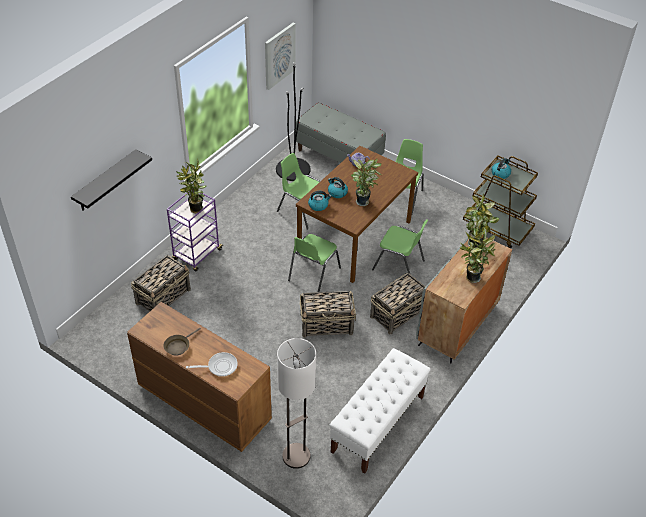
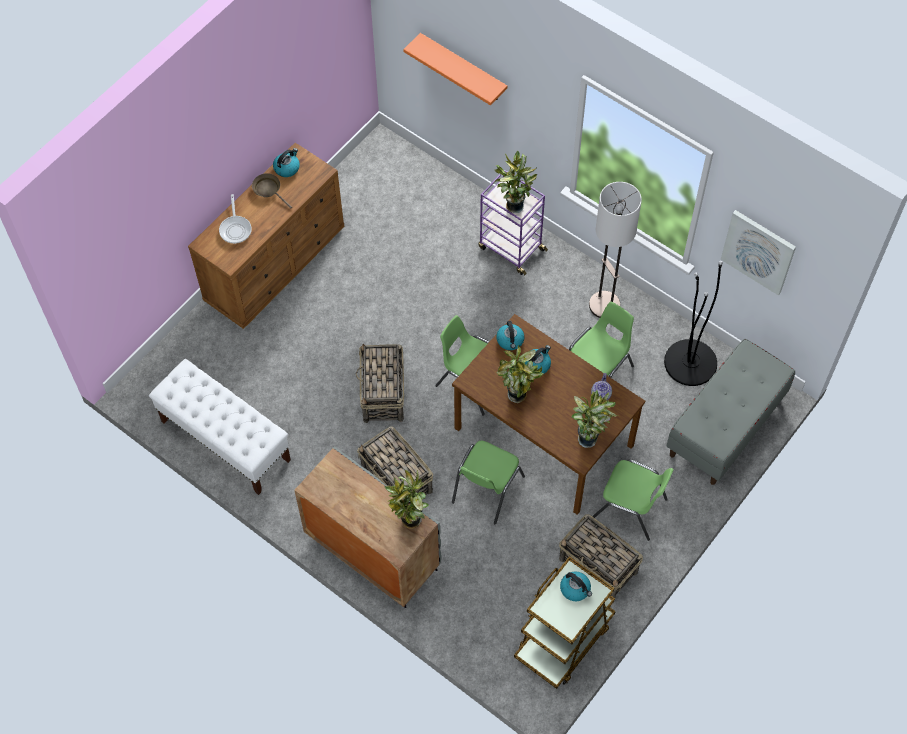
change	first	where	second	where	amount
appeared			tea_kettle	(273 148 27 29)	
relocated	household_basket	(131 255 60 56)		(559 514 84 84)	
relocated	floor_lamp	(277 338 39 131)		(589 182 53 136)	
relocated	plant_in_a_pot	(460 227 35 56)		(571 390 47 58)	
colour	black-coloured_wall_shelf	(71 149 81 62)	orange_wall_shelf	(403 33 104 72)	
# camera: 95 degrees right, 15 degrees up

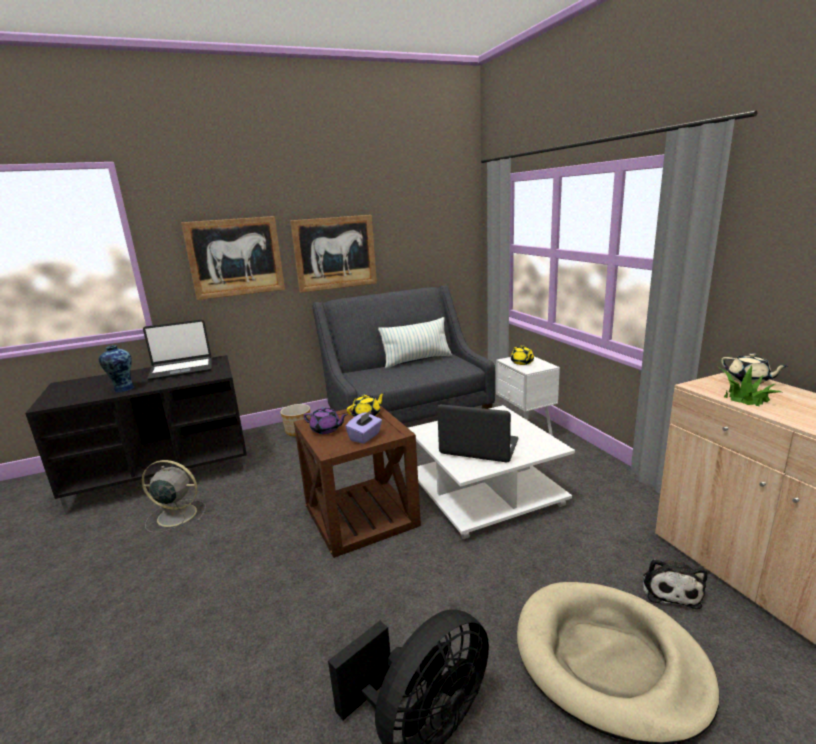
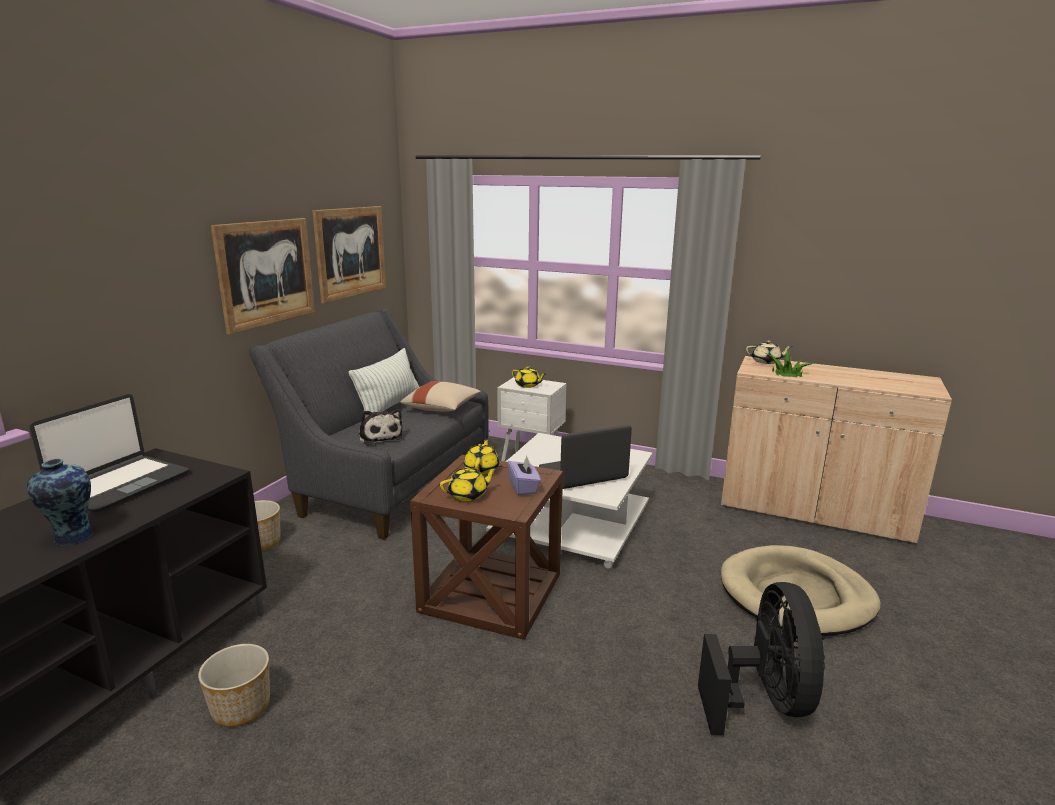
change	first	where	second	where	amount
appeared			sand-coloured_cushion	(400 381 81 31)	
relocated	wall_picture	(181 216 104 84)		(312 206 74 98)	
relocated	soft_toy	(643 558 64 51)		(358 409 45 36)	
exchanged	grey_cooling_fan	(142 460 64 73)	planter	(198 644 72 83)	
colour	purplish_pot_for_tea	(304 407 44 27)	yellowish_pot_for_tea	(440 467 57 34)	
# camera: 45 degrees left, 0 degrees up

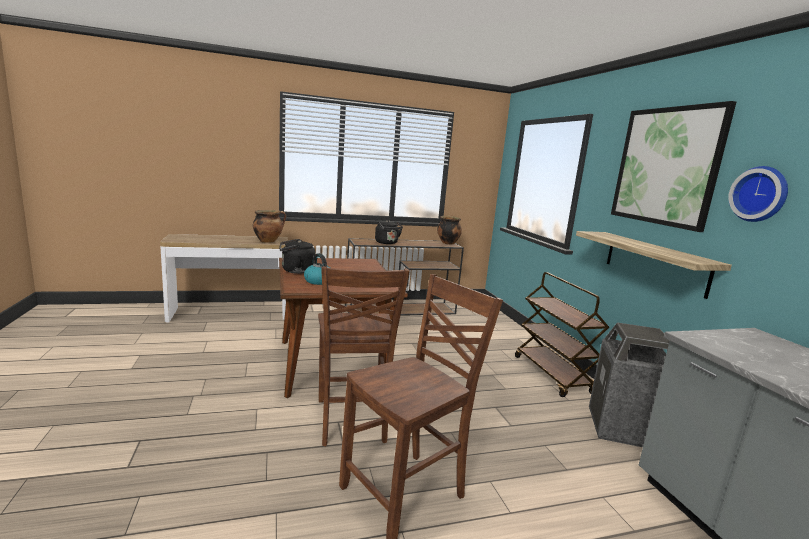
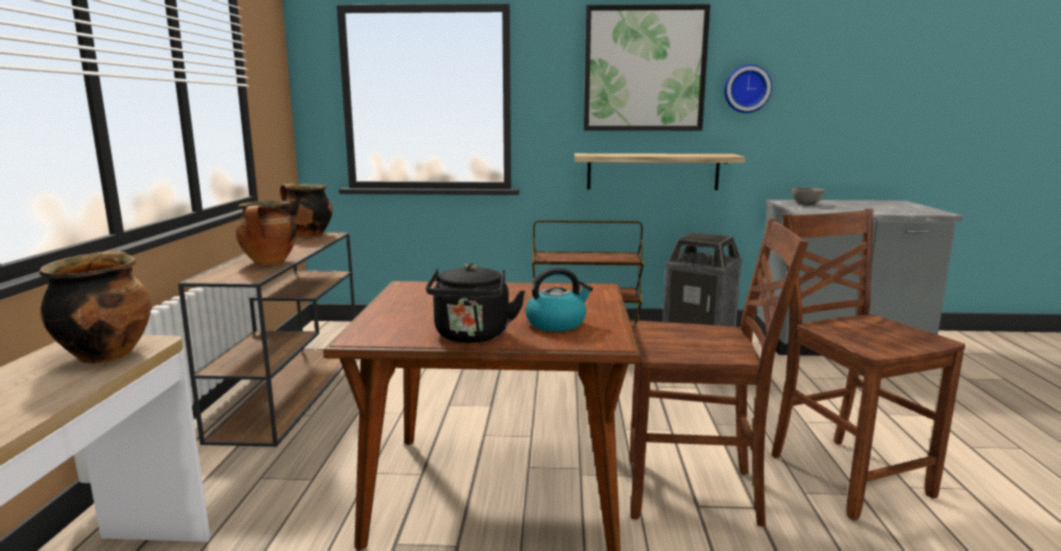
change	first	where	second	where	amount
appeared			grey_serving_bowl	(792 188 33 17)	
exchanged	black-coloured_tea_kettle	(375 220 28 24)	saucepot	(236 201 61 64)	
# camera: 70 degrees left, 0 degrees up

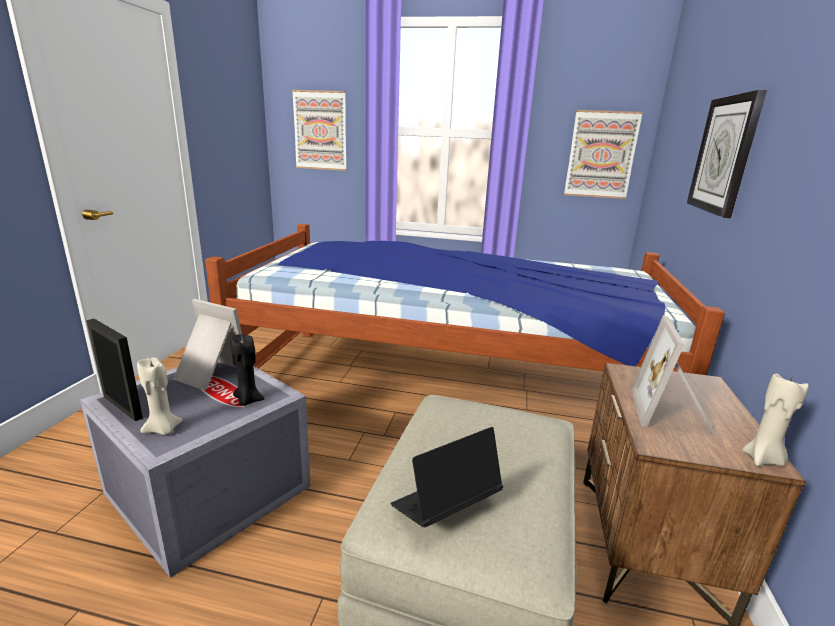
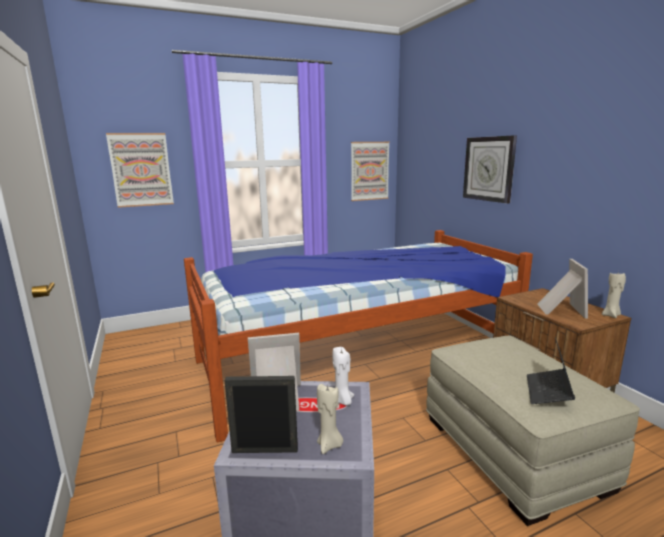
change	first	where	second	where	amount
colour	black-coloured_wax_candle	(231 334 33 72)	white_wax_candle	(332 347 22 58)	
spun	photo_frame	(631 315 85 120)		(537 259 51 59)	150 degrees counterclockwise
# camera: 35 degrees left, 5 degrees down

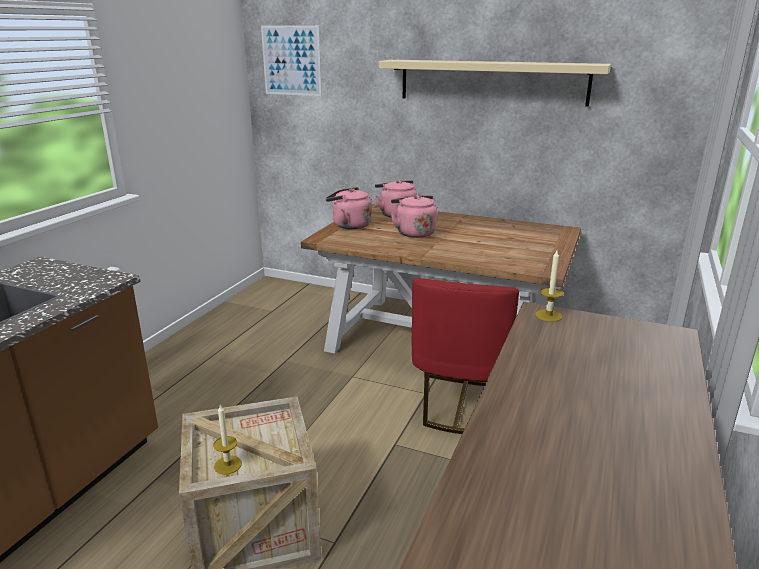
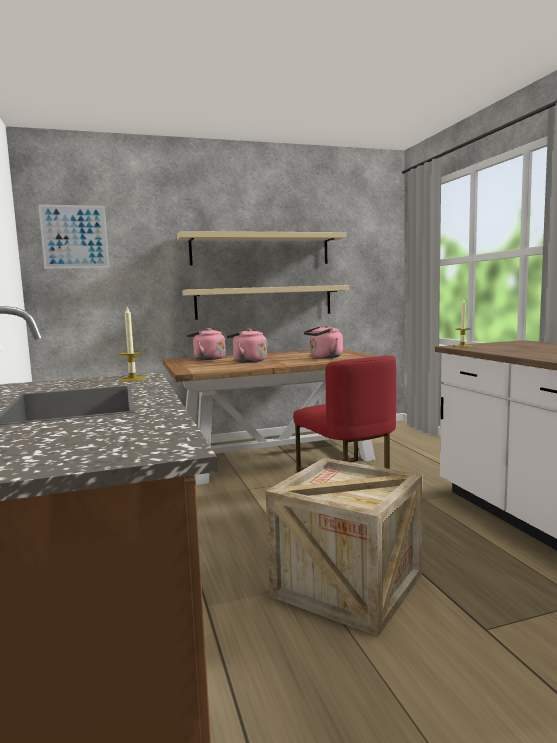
change	first	where	second	where	amount
appeared			sand-coloured_wall_shelf	(182 285 167 35)	
relocated	wax_candle	(213 405 29 70)		(119 307 28 75)	
relocated	pinkish_tea_kettle	(325 187 47 42)		(304 325 39 33)	
# camera: 40 degrees left, 15 degrees down

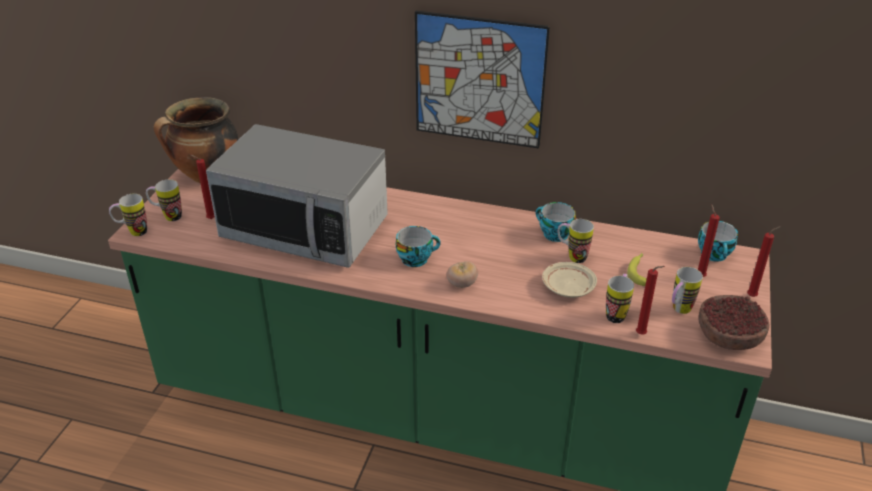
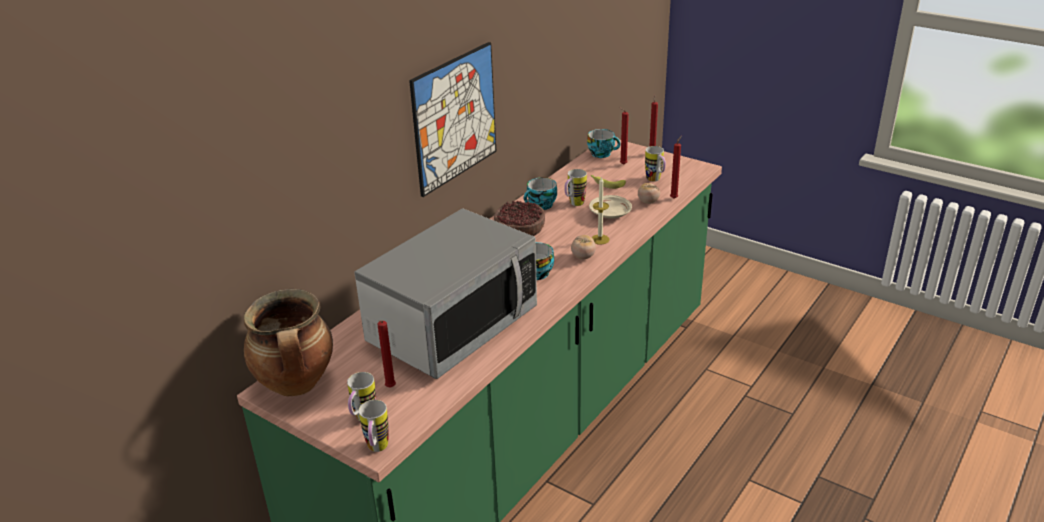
change	first	where	second	where	amount
appeared			wax_candle	(591 176 19 69)	
relocated	serving_bowl	(698 295 71 55)		(494 201 51 35)	
exchanged	mug	(606 274 28 49)	fresh_tomato	(638 183 22 21)	
# camera: 70 degrees left, 5 degrees down

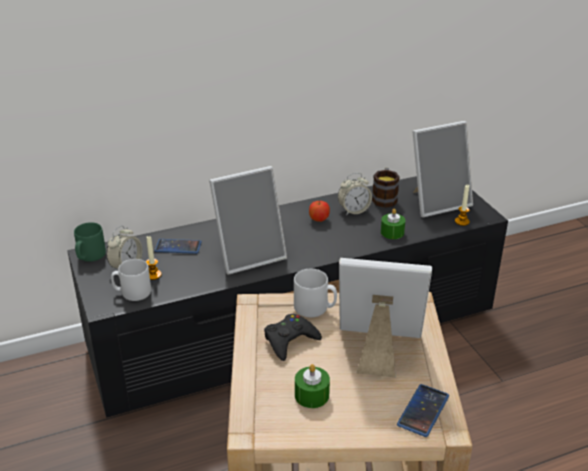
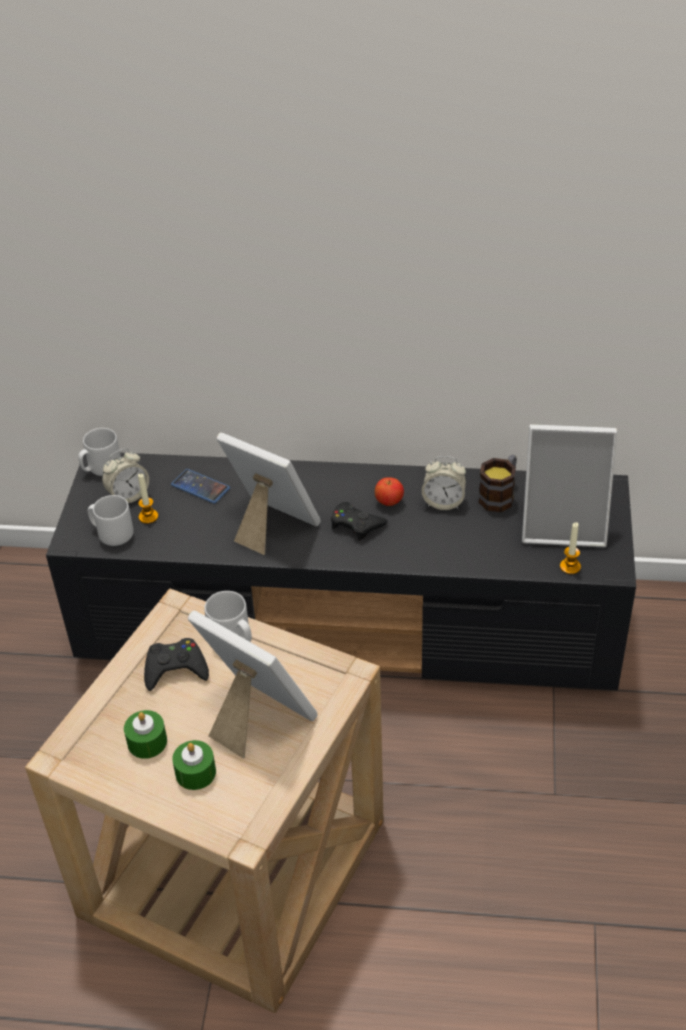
change	first	where	second	where	amount
missing	phone	(397 384 52 53)			
appeared			black-coloured_game_controller	(331 502 57 39)	
relocated	greenish_wax_candle	(381 208 25 31)		(172 740 44 50)	
colour	greenish_mug	(74 222 32 40)	grey_mug	(78 428 43 48)	
spun	photo_frame	(209 166 78 109)		(216 432 105 123)	150 degrees counterclockwise
# camera: 30 degrees right, 10 degrees up

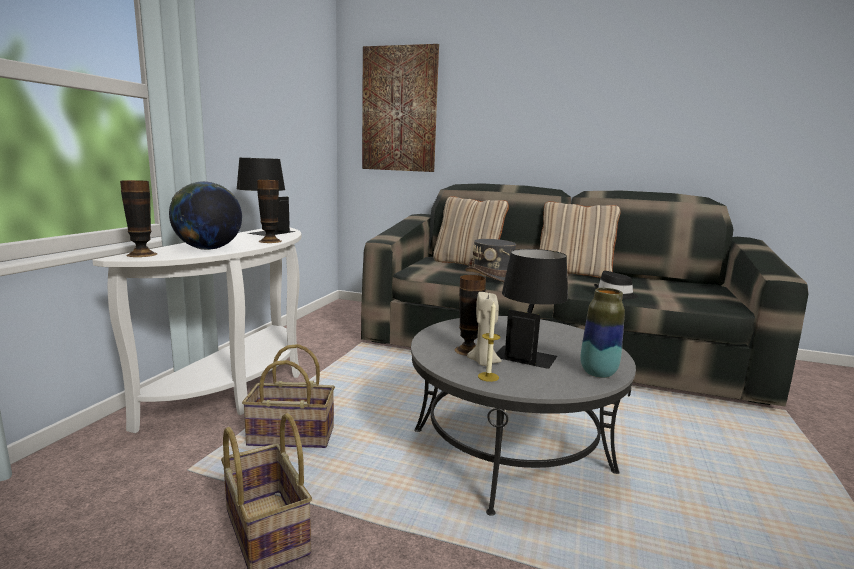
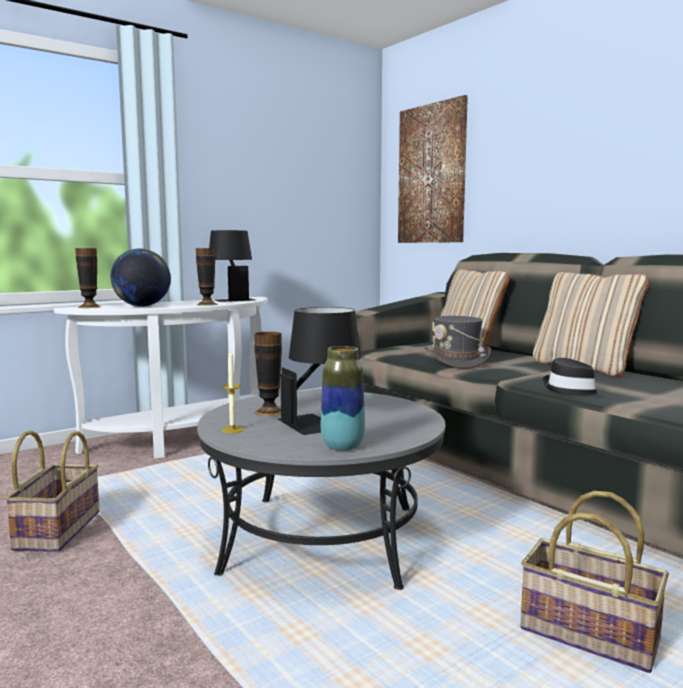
change	first	where	second	where	amount
missing	sand-coloured_wax_candle	(467 292 35 74)			
relocated	household_basket	(242 344 93 104)		(520 491 149 182)	
# camera: 35 degrees right, 5 degrees down

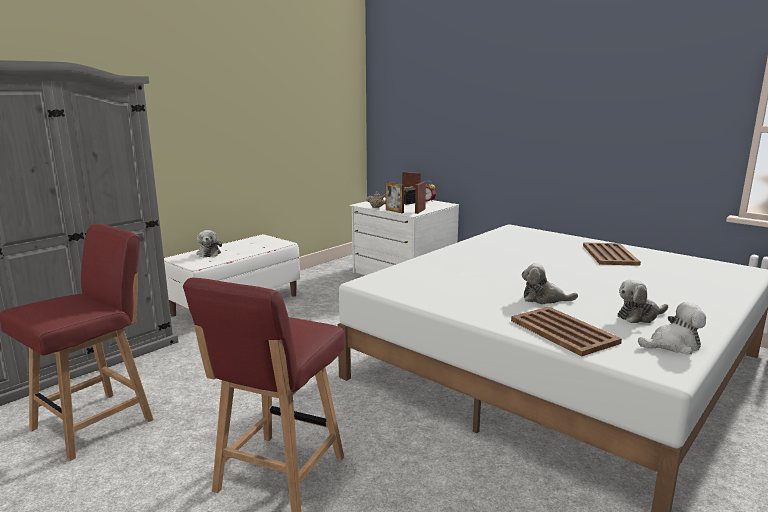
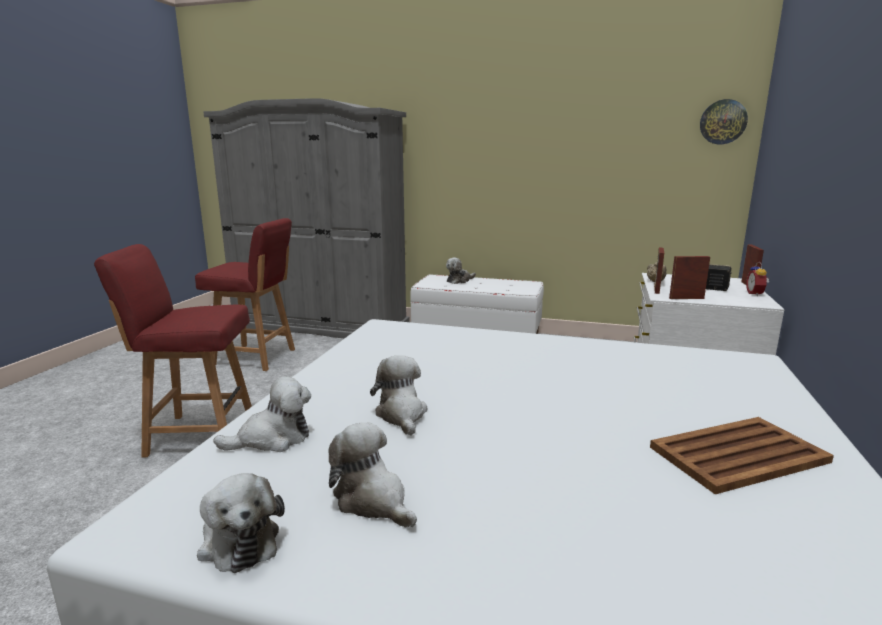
change	first	where	second	where	amount
appeared			hanging_clock	(700 99 48 45)	
exchanged	brown_tray	(511 307 111 49)	soft_toy	(213 376 98 76)	
# camera: 65 degrees right, 0 degrees up

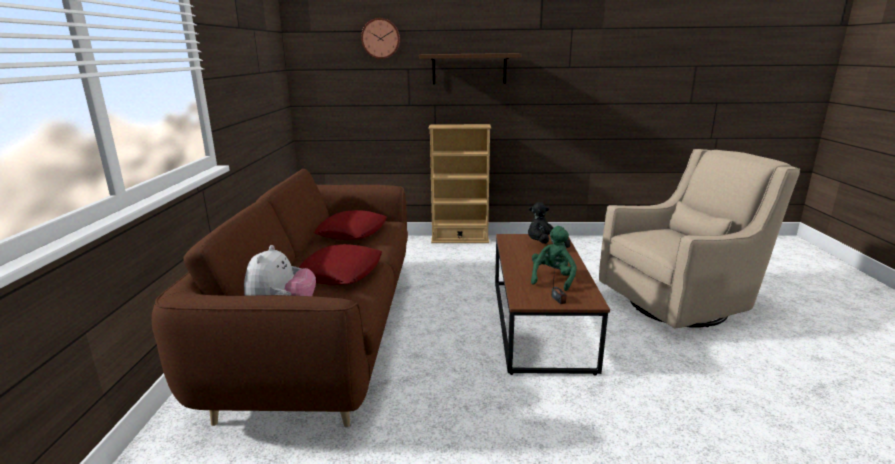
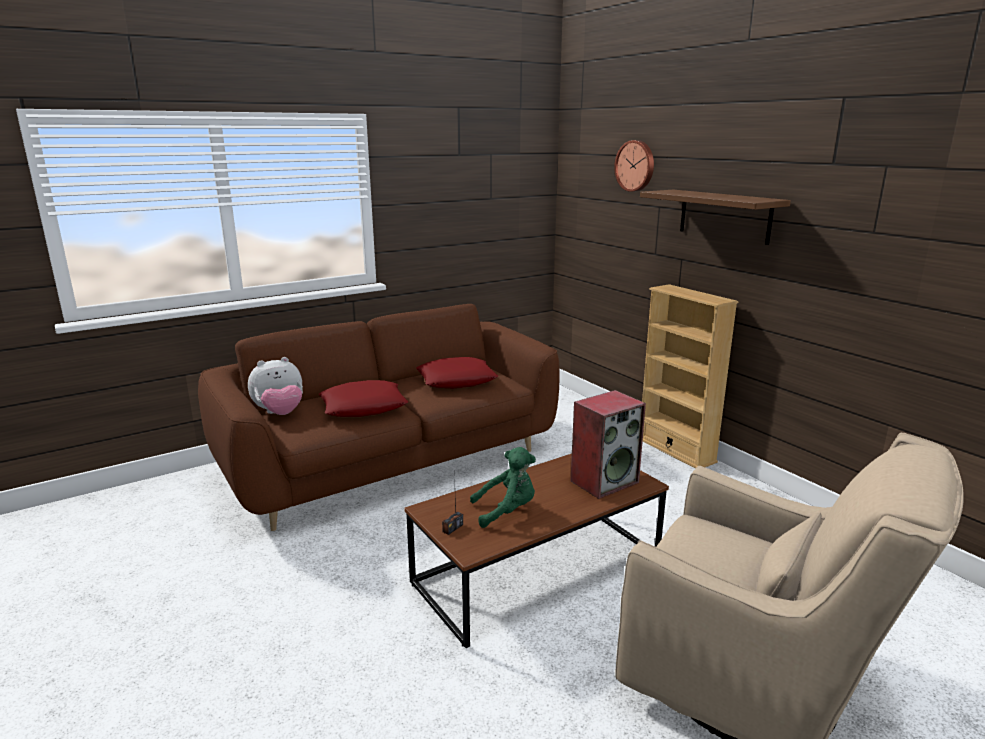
change	first	where	second	where	amount
exchanged	black-coloured_soft_toy	(528 202 42 46)	audio_speaker	(571 390 75 109)	
# camera: 55 degrees right, 0 degrees up

